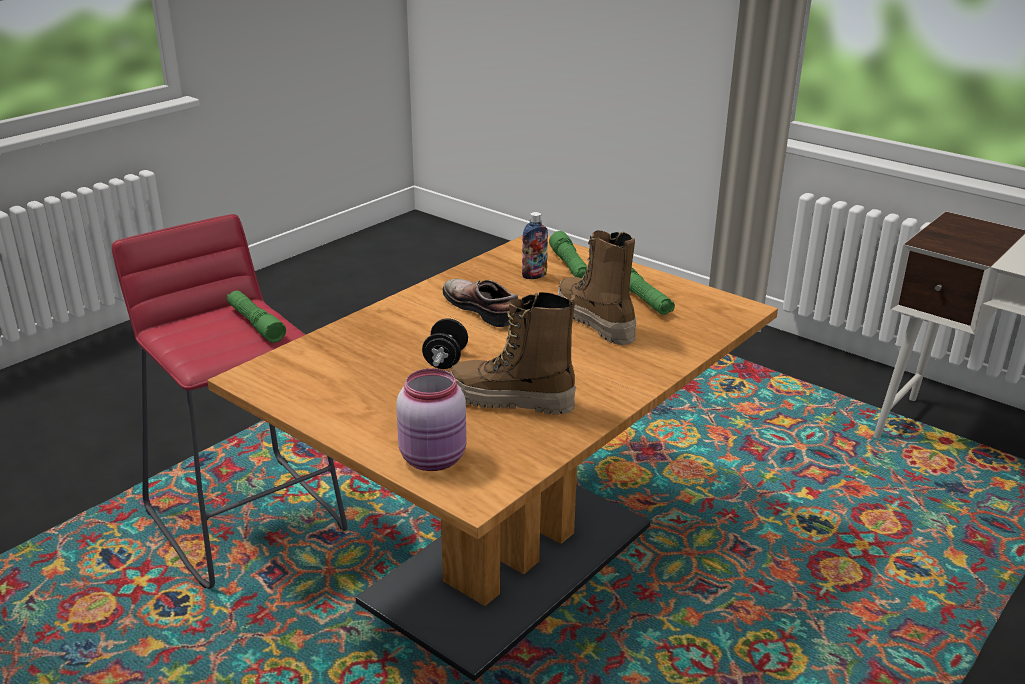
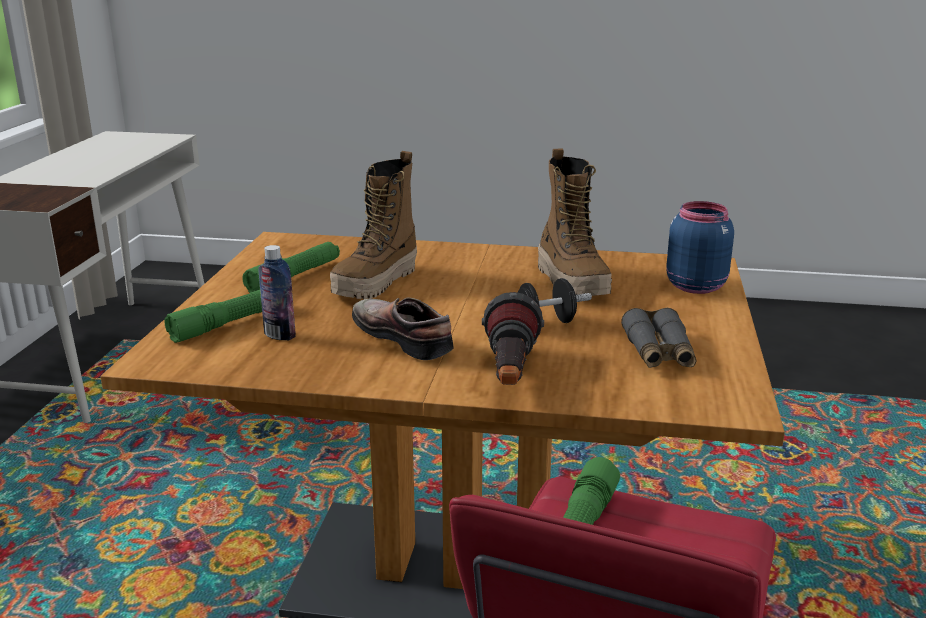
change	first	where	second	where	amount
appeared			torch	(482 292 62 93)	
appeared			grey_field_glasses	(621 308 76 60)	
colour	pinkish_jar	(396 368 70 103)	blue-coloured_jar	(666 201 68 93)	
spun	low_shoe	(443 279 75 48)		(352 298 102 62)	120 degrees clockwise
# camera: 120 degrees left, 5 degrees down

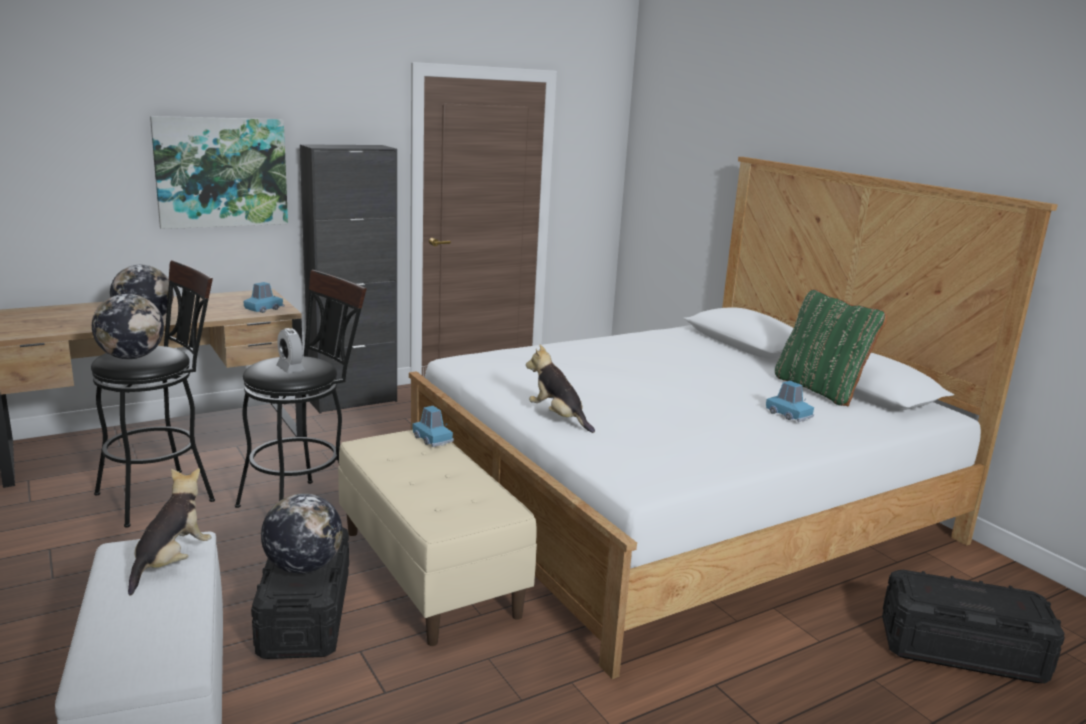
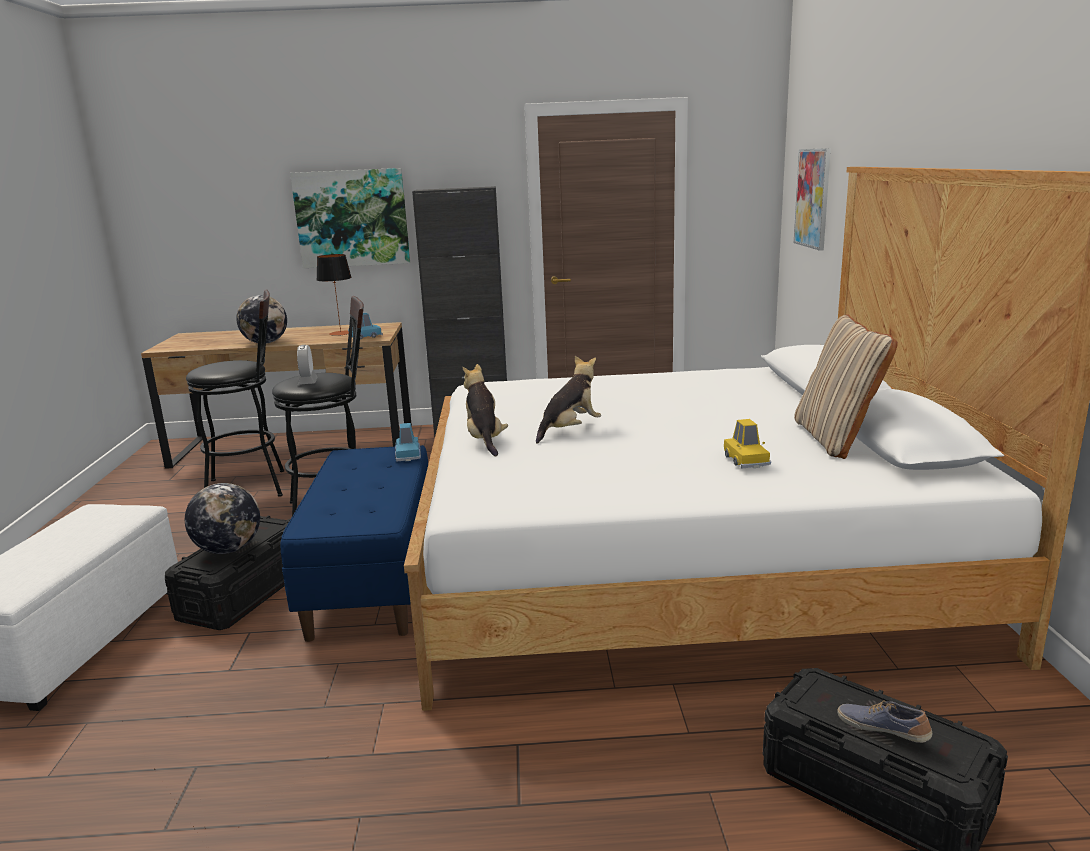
change	first	where	second	where	amount
missing	globe	(92 294 72 65)			
appeared			lamp_for_a_table	(317 254 35 82)	
appeared			wall_picture	(794 148 37 103)	
appeared			low_shoe	(838 700 95 43)	
relocated	soft_toy	(128 468 83 127)		(536 356 65 88)	
colour	sand-coloured_long_seat	(338 430 199 216)	blue-coloured_long_seat	(281 445 147 197)	
colour	blue-coloured_miniature_car	(766 381 48 41)	yellowish_miniature_car	(724 419 47 49)	
colour	greenish_cushion	(775 289 112 117)	sand-coloured_cushion	(794 314 104 145)	
# camera: 30 degrees right, 0 degrees up

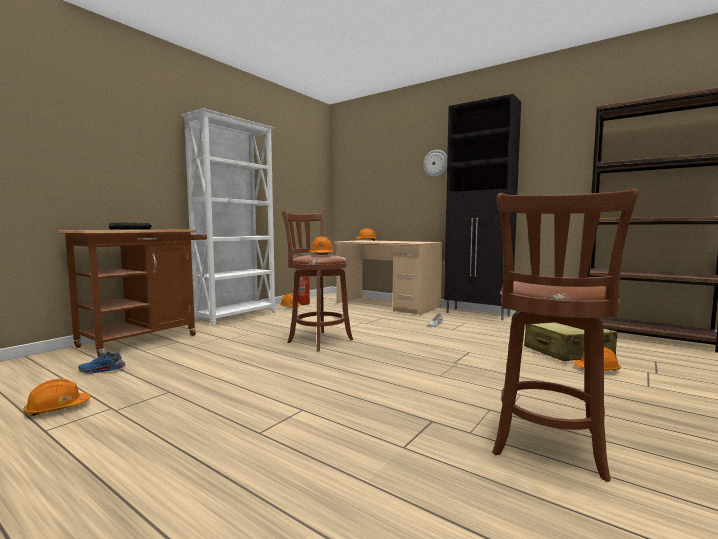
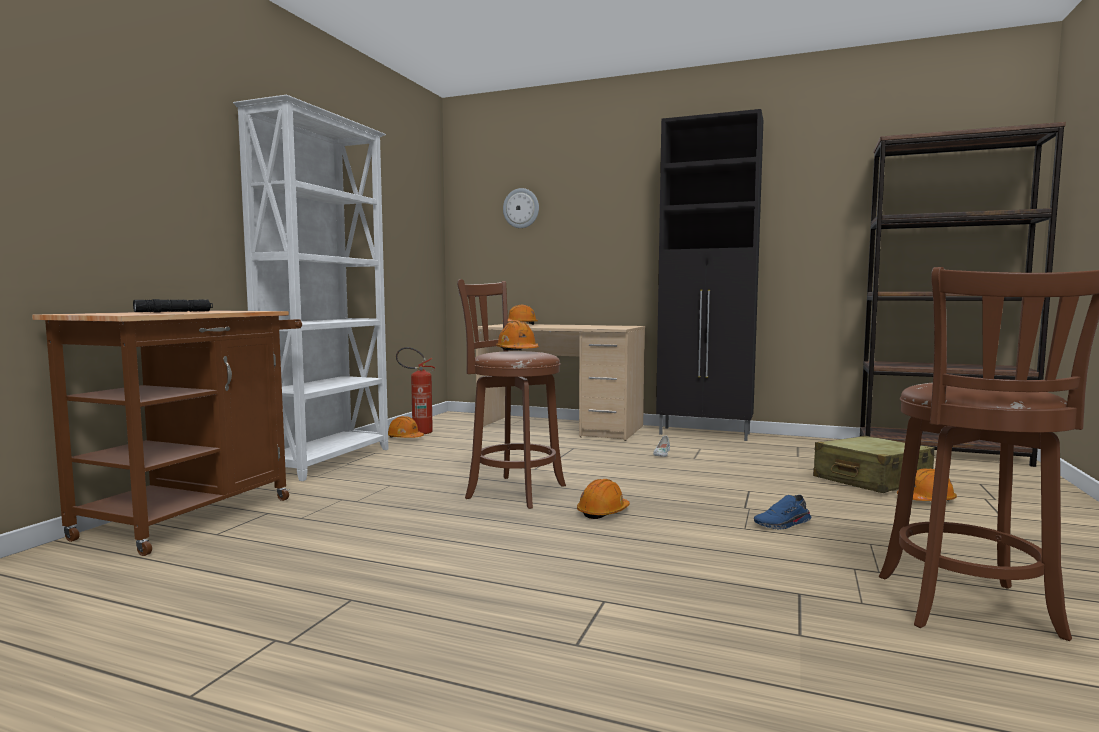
change	first	where	second	where	amount
relocated	orange_hard_hat	(23 379 68 37)		(577 479 53 40)	
relocated	blue-coloured_low_shoe	(78 352 48 22)		(754 495 57 34)	
relocated	hanging_clock	(423 150 24 27)		(503 188 36 40)	
# camera: 15 degrees left, 0 degrees up

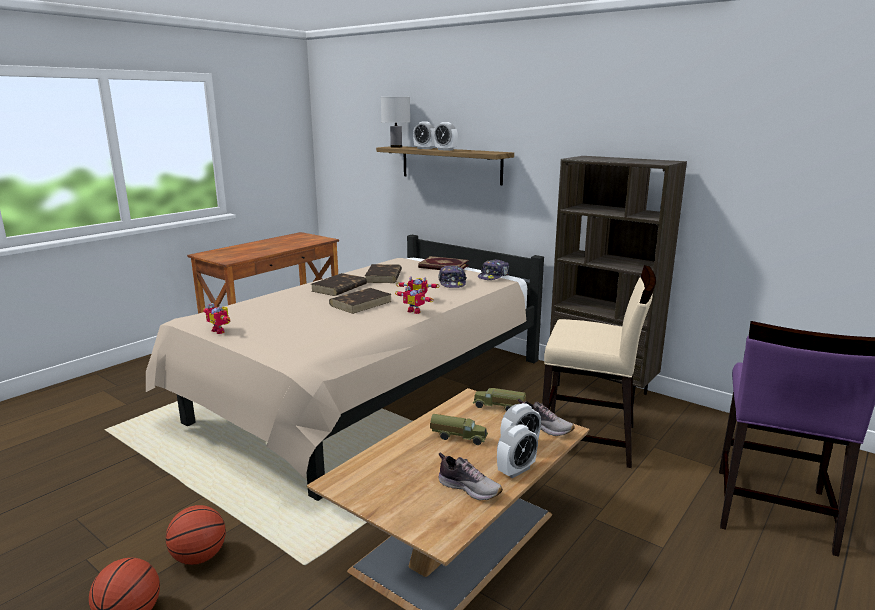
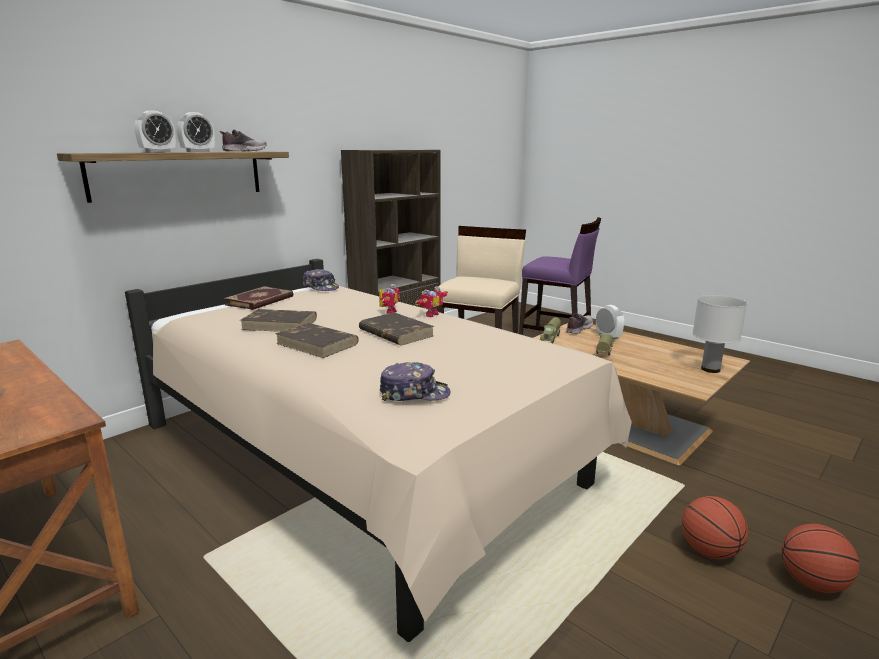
change	first	where	second	where	amount
missing	toy_robot	(203 303 28 31)			
missing	table_clock	(497 424 41 54)			
relocated	white_lamp_for_a_table	(381 97 29 51)		(692 295 55 78)	
relocated	cap	(438 266 29 22)		(380 362 70 39)	
relocated	low_shoe	(438 453 65 47)		(220 130 47 21)	
# camera: 85 degrees left, 0 degrees up

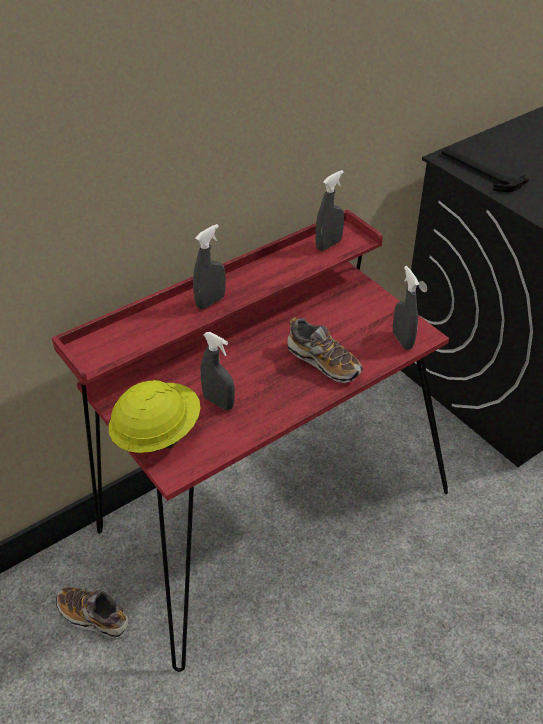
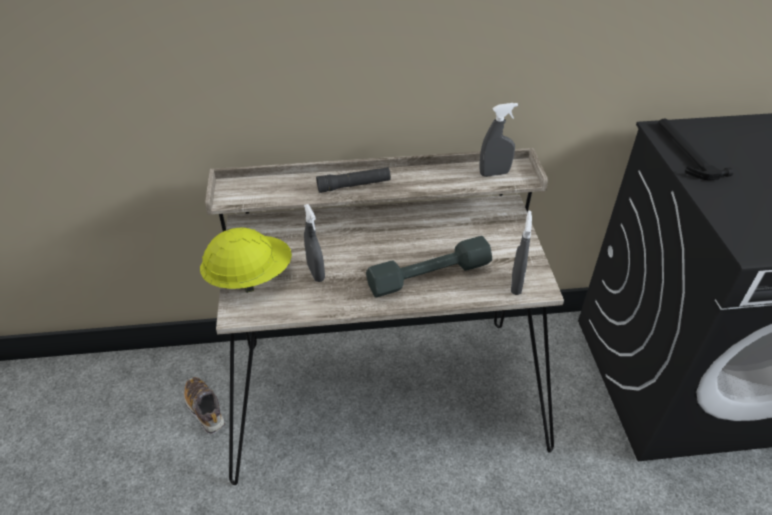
change	first	where	second	where	amount
exchanged	grey_sprayer	(193 224 32 85)	black-coloured_torch	(316 167 75 26)	
exchanged	low_shoe	(287 317 76 66)	grey_dumbbell	(366 236 126 62)	
colour	red_desk_table	(52 209 397 463)	sand-coloured_desk_table	(205 148 359 337)	
# camera: 30 degrees right, 0 degrees up

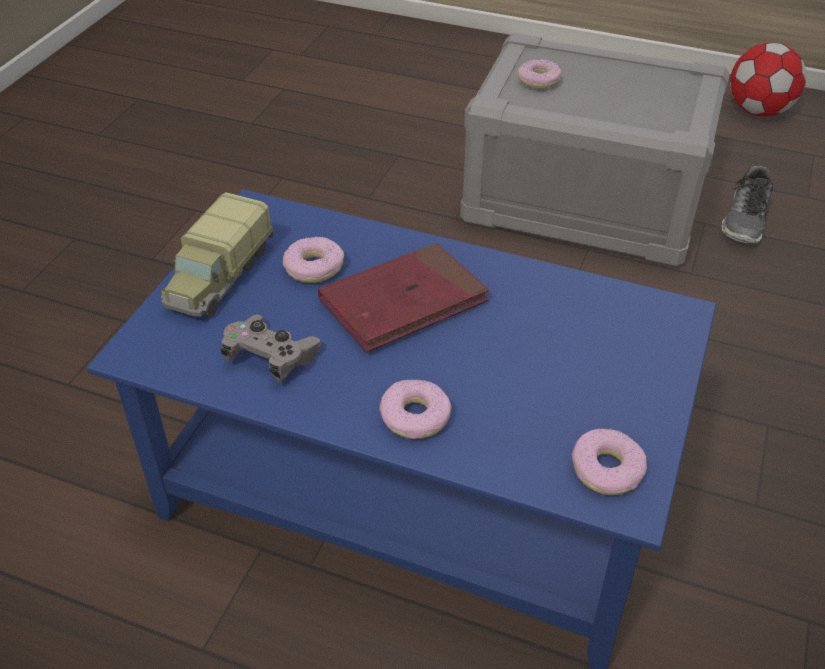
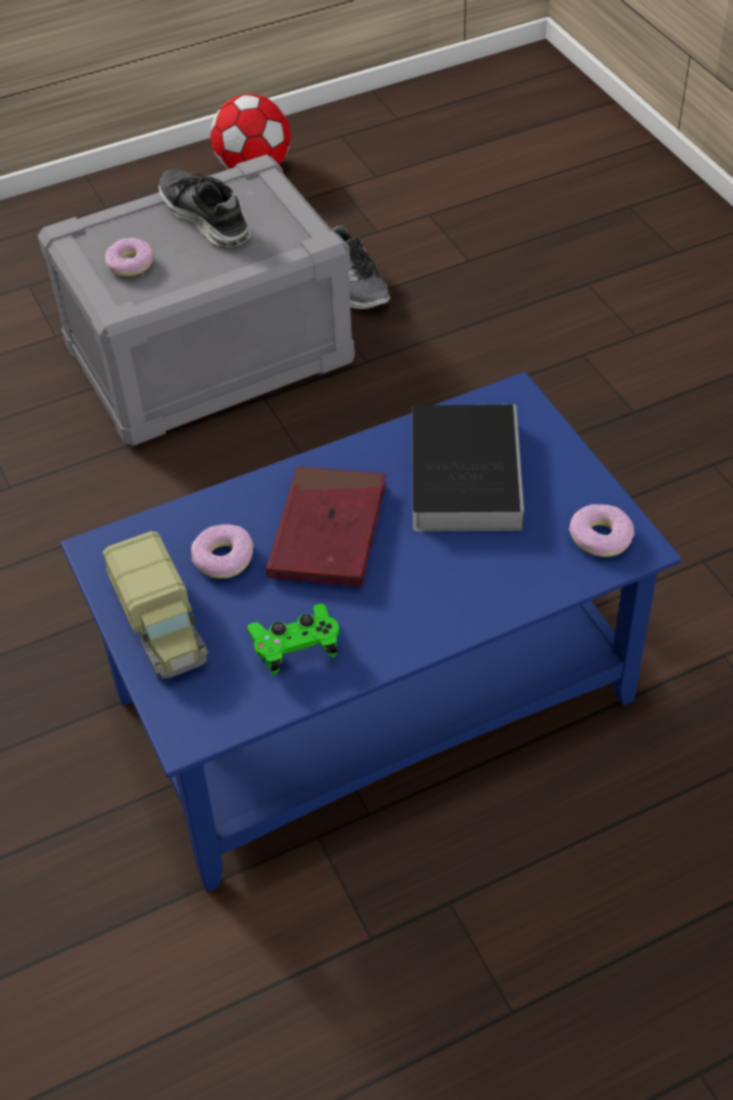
change	first	where	second	where	amount
missing	donut	(379 379 73 60)			
appeared			low_shoe	(158 169 93 78)	
appeared			bound_book	(412 403 112 129)	
colour	grey_game_controller	(221 315 101 67)	greenish_game_controller	(246 604 93 71)	
# camera: 45 degrees left, 5 degrees up

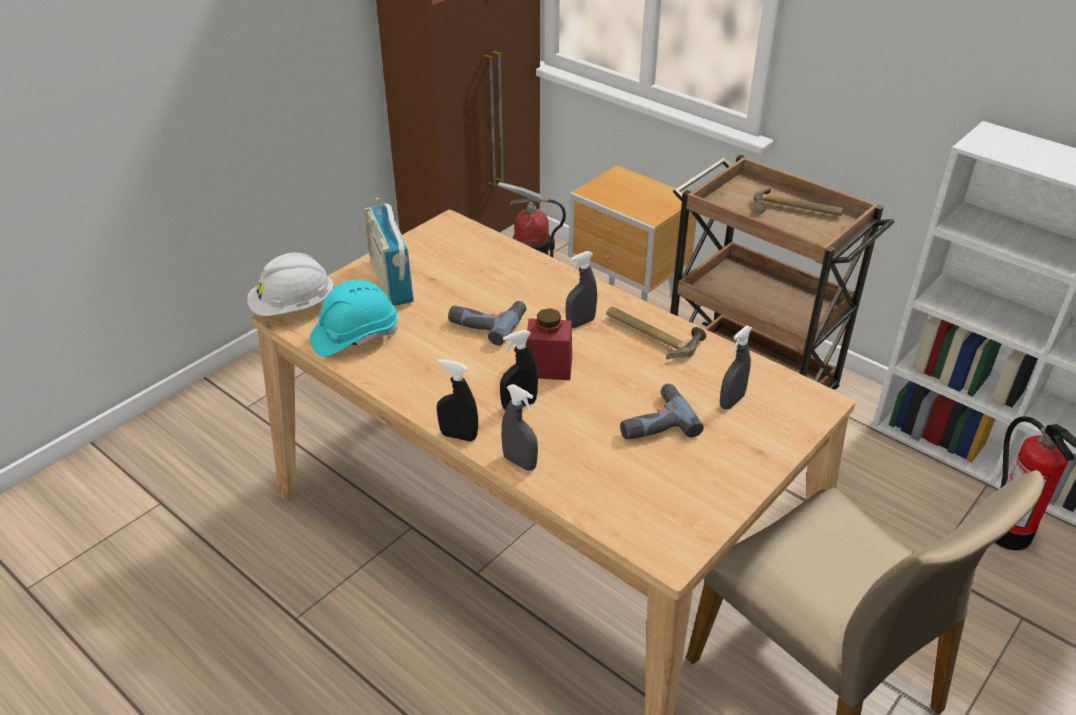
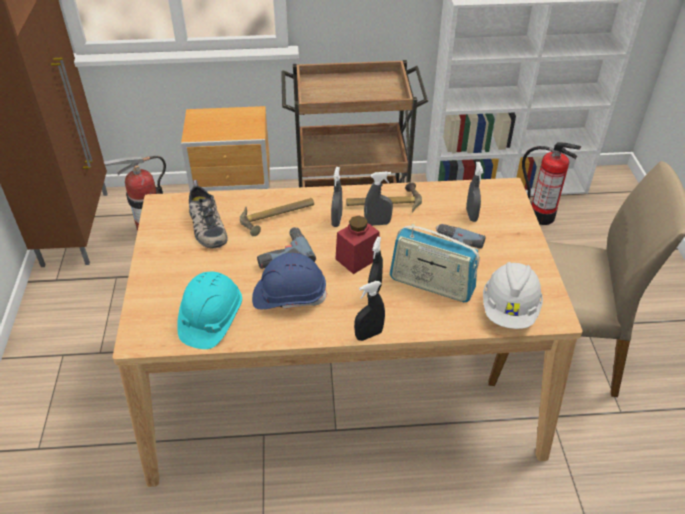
change	first	where	second	where	amount
appeared			low_shoe	(189 180 39 69)	
appeared			blue-coloured_hard_hat	(252 253 75 56)	
relocated	white_hard_hat	(247 253 87 63)		(483 262 60 67)	
relocated	radio_receiver	(364 197 50 109)		(390 224 90 78)	
relocated	grey_sprayer	(501 384 37 87)		(364 172 29 54)	
relocated	hammer	(753 187 90 29)		(240 198 74 38)	
# camera: 45 degrees left, 5 degrees up

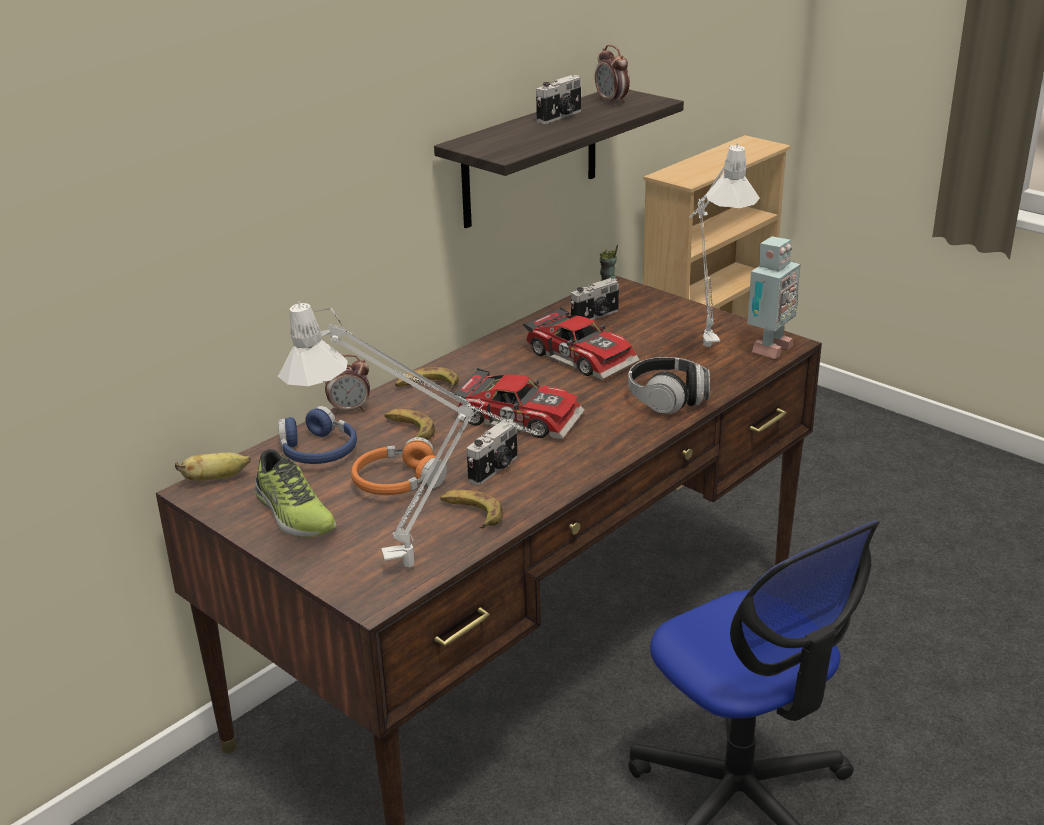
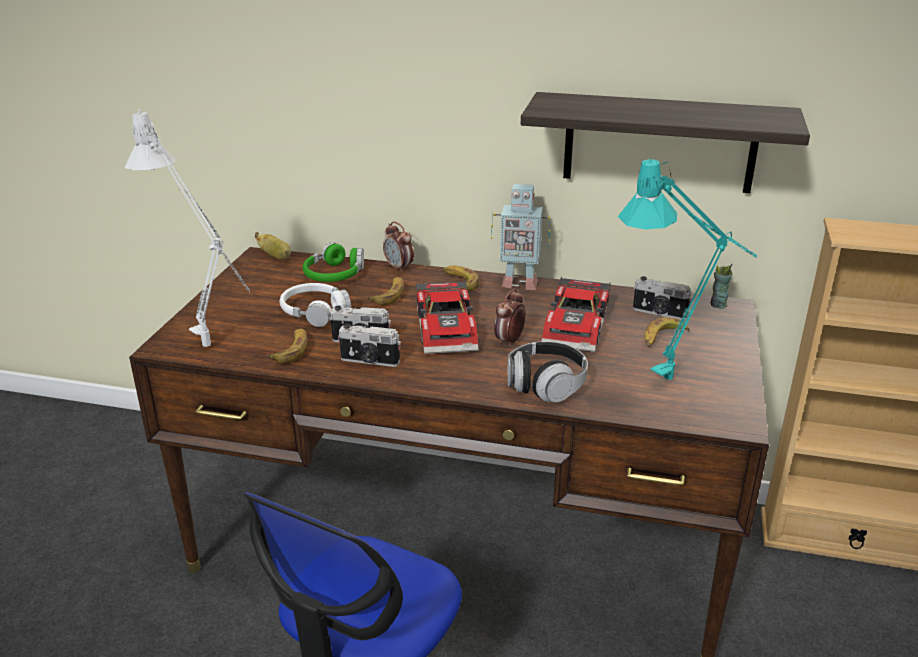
change	first	where	second	where	amount
missing	low_shoe	(255 449 82 88)			
appeared			banana	(645 317 45 30)	
relocated	still_camera	(536 75 45 49)		(338 323 63 44)	
relocated	table_clock	(595 45 35 61)		(494 288 32 59)	
relocated	toy_robot	(747 236 53 123)		(491 184 59 106)	
colour	blue-coloured_headset	(278 406 79 58)	greenish_headset	(303 242 61 40)	
colour	orange_headset	(351 437 96 58)	white_headset	(280 283 71 44)	
colour	white_lamp_for_a_table	(689 143 71 209)	blue-green_lamp_for_a_table	(617 159 140 221)	
# camera: 60 degrees right, 0 degrees up

